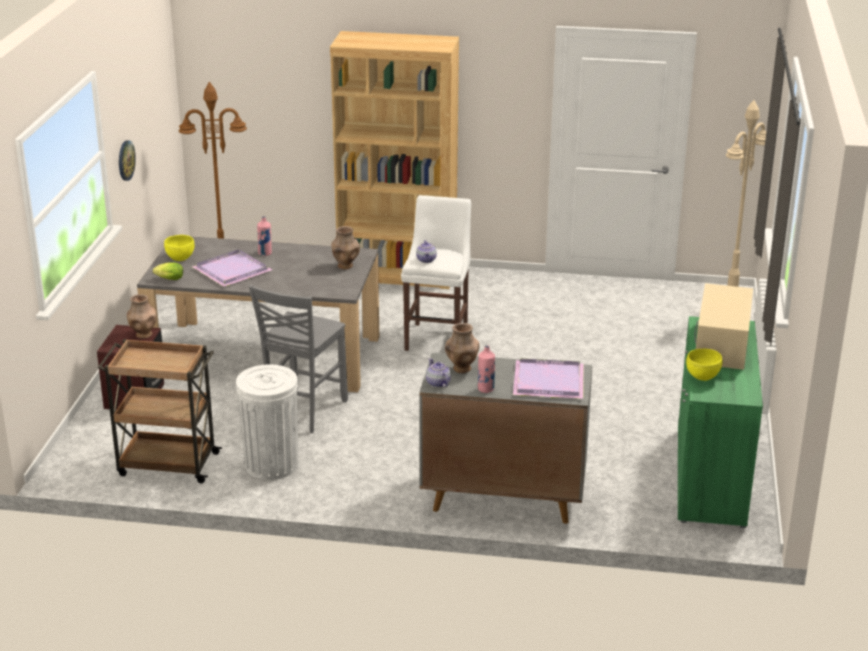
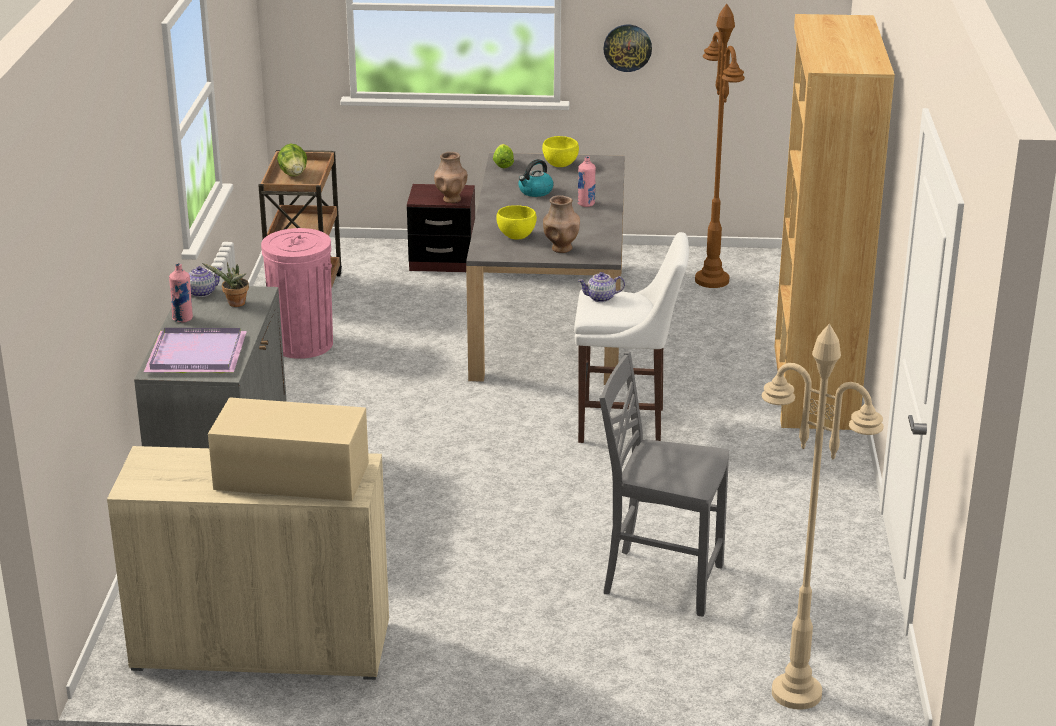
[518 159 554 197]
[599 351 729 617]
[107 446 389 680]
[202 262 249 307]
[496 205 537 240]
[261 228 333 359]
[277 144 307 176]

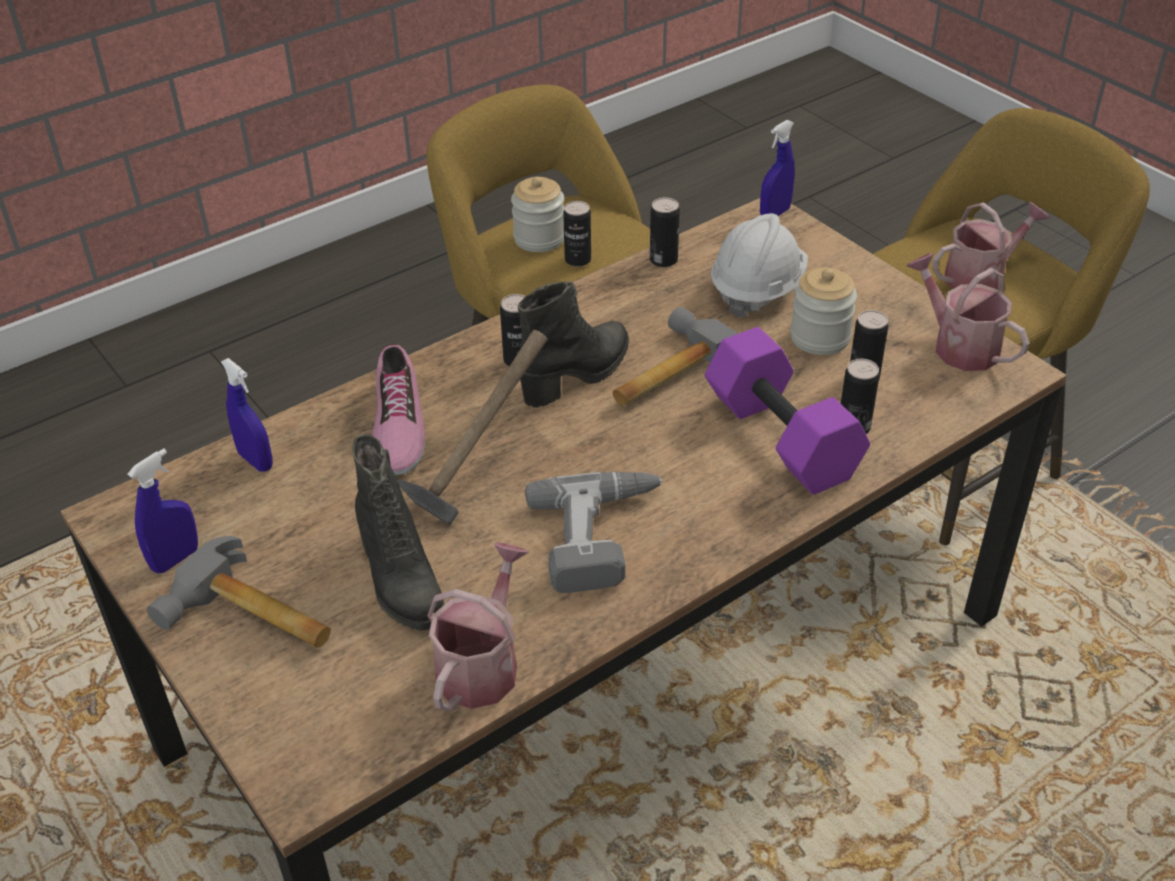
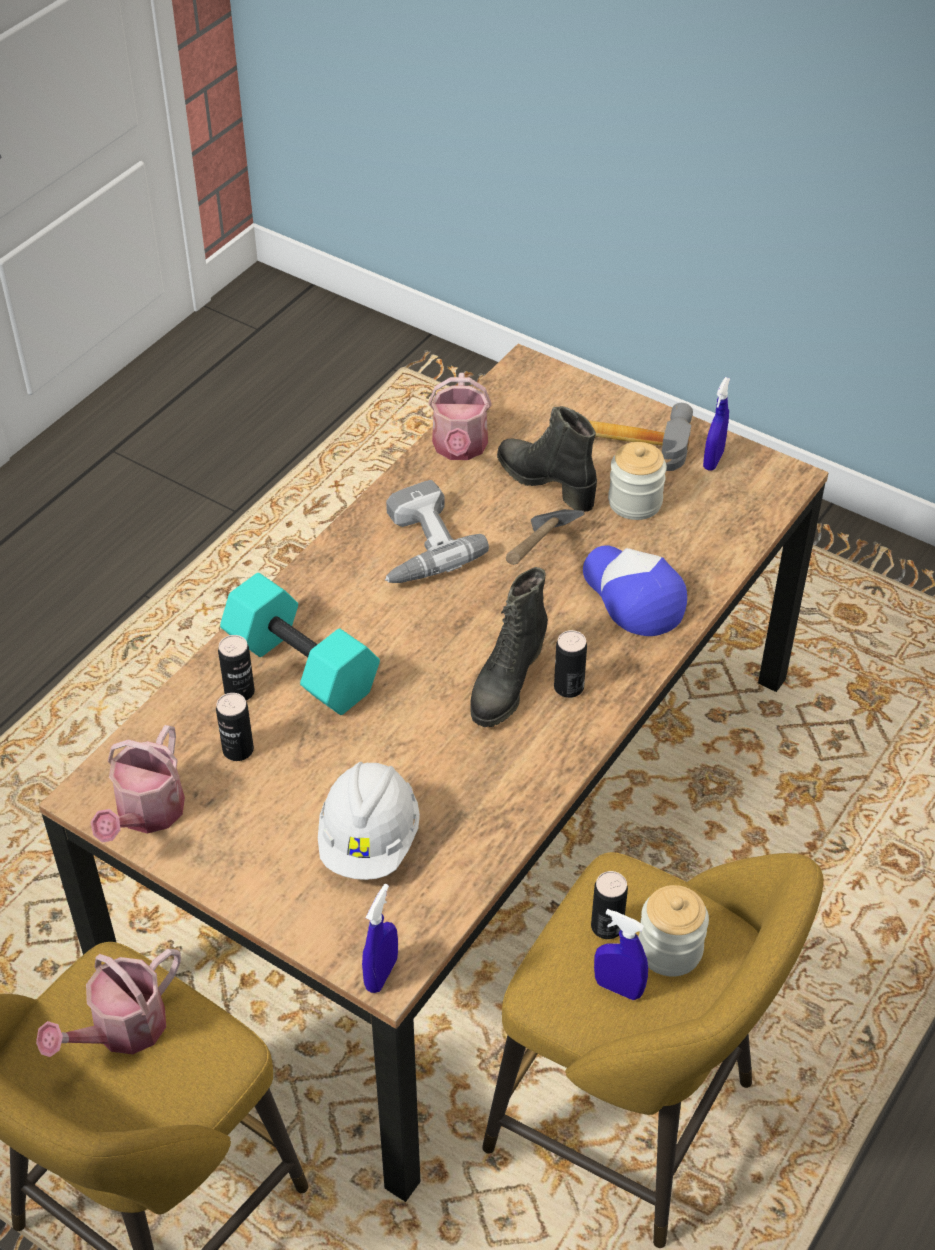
[650 197 680 267] (first image)
[91 725 185 842]
[608 442 667 520]
[613 307 738 406] (first image)
[220 573 380 715]
[583 545 687 636]
[594 909 648 1000]

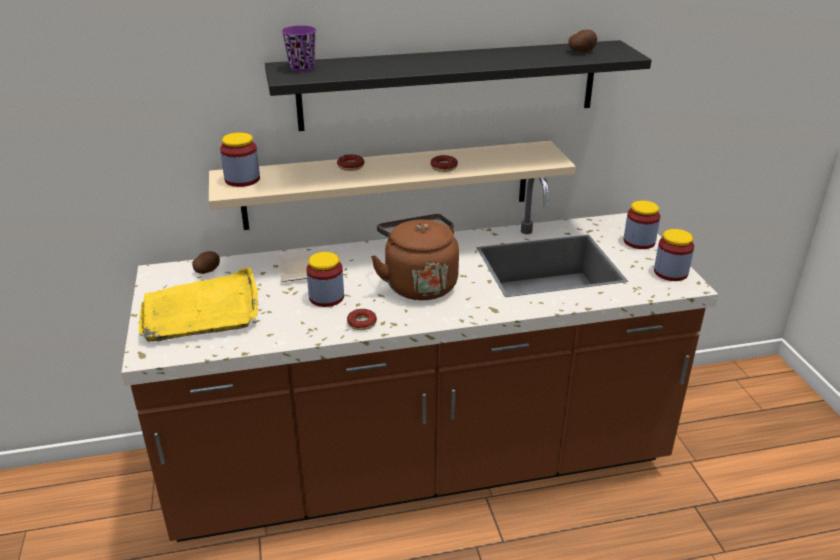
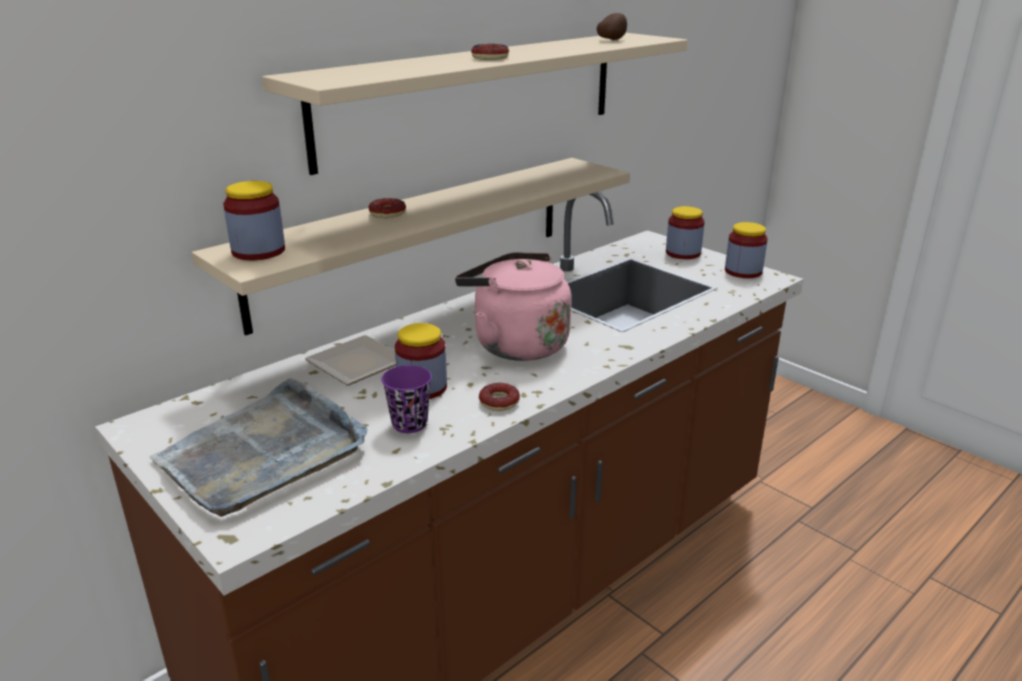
[381 365 432 433]
[262 33 688 175]
[471 44 509 60]
[455 252 571 361]
[192 251 220 274] (first image)
[150 378 368 517]

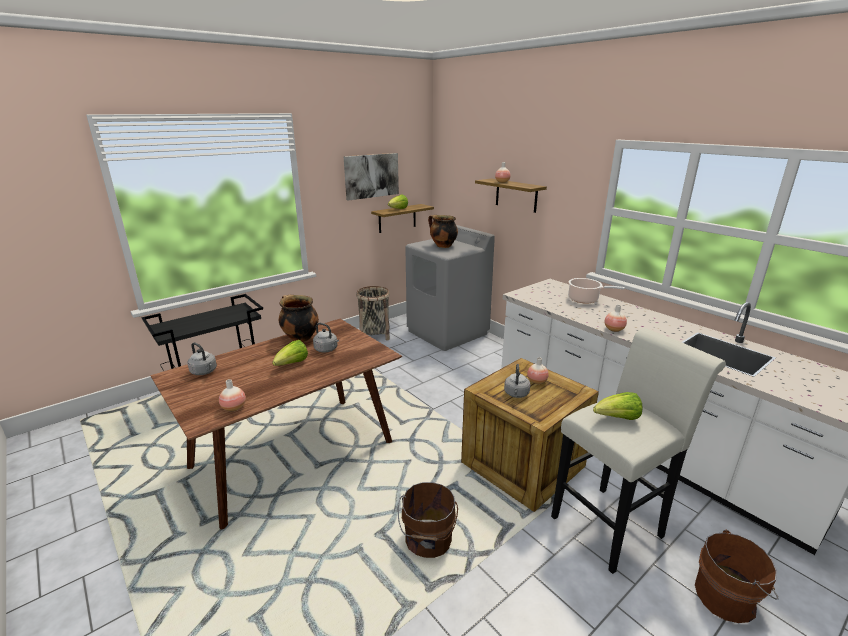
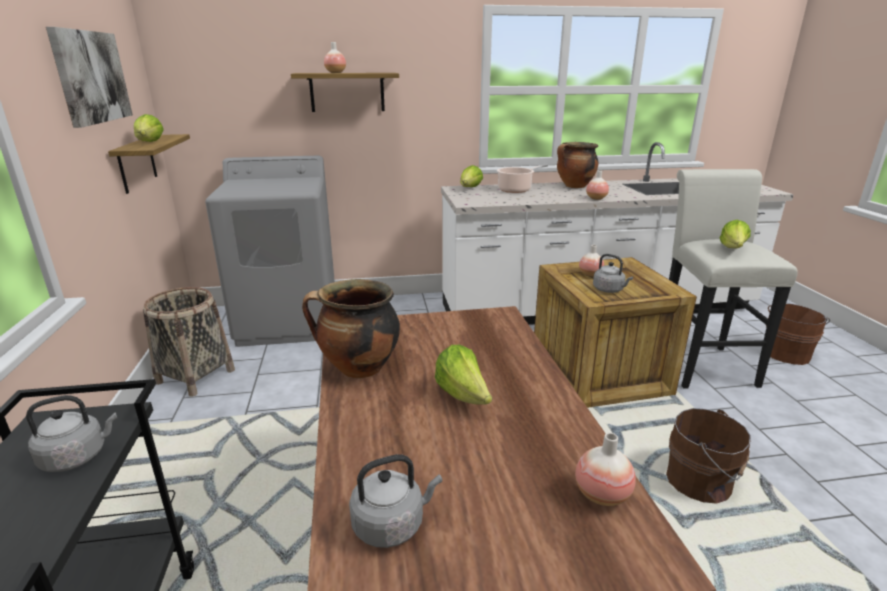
[557 142 598 188]
[26 395 117 472]
[460 165 483 187]

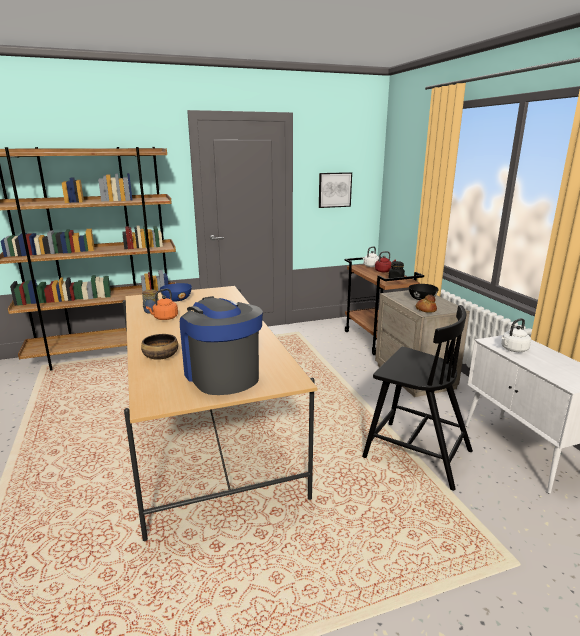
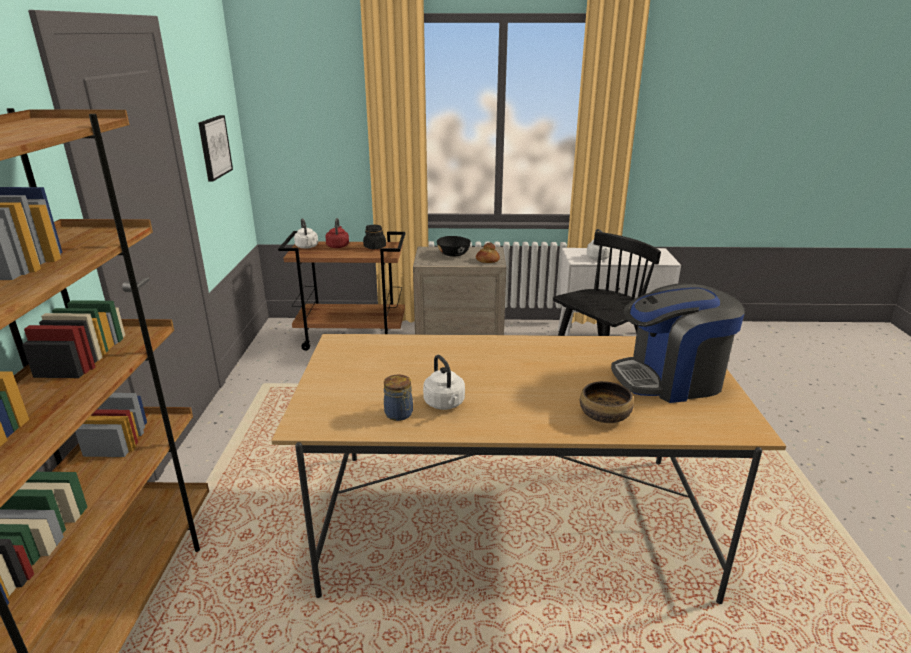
[160 283 192 301] (first image)
[423 355 465 410]

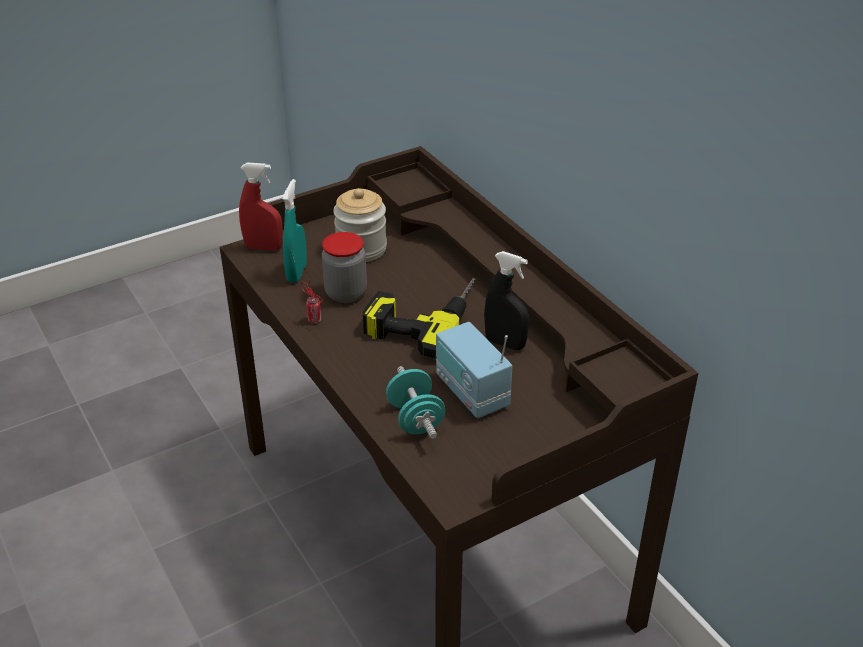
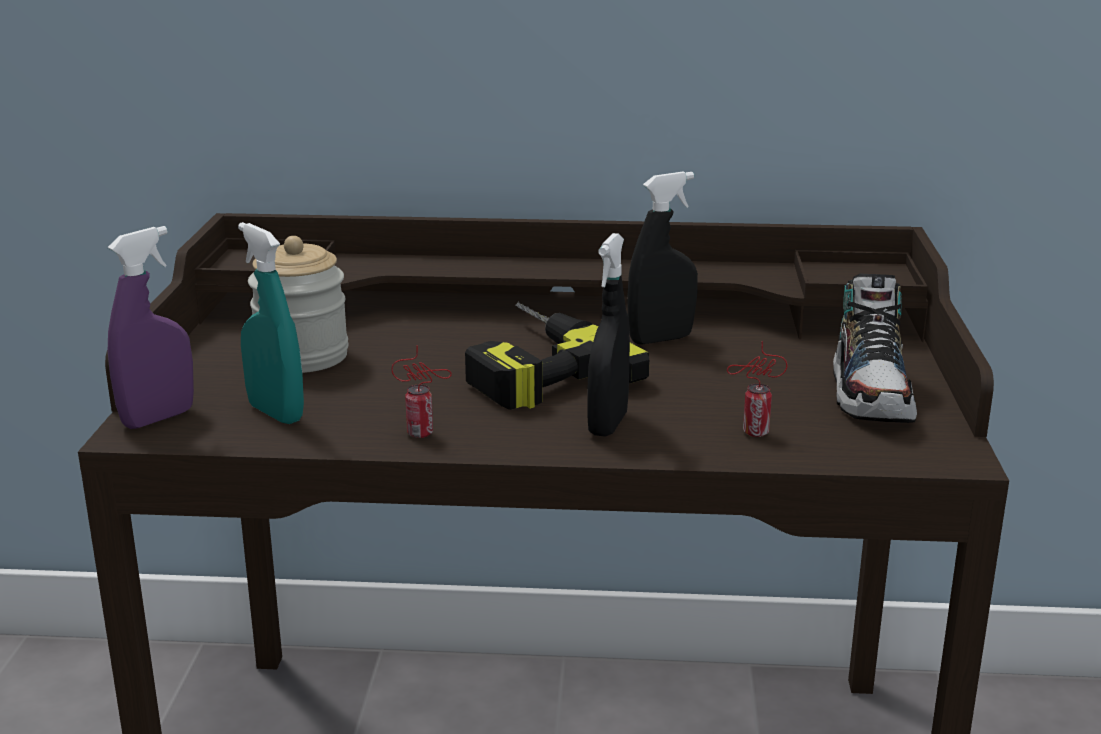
[108 226 194 429]
[322 232 367 303] (first image)
[436 322 512 418] (first image)
[727 341 787 437]
[587 233 630 437]
[833 274 917 423]

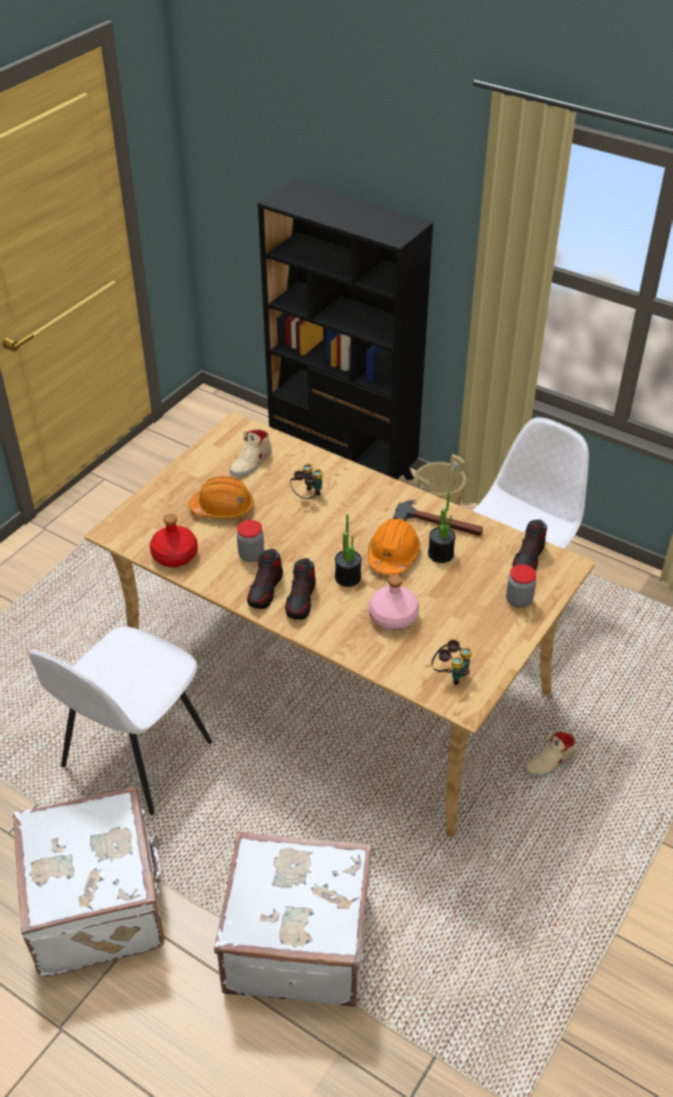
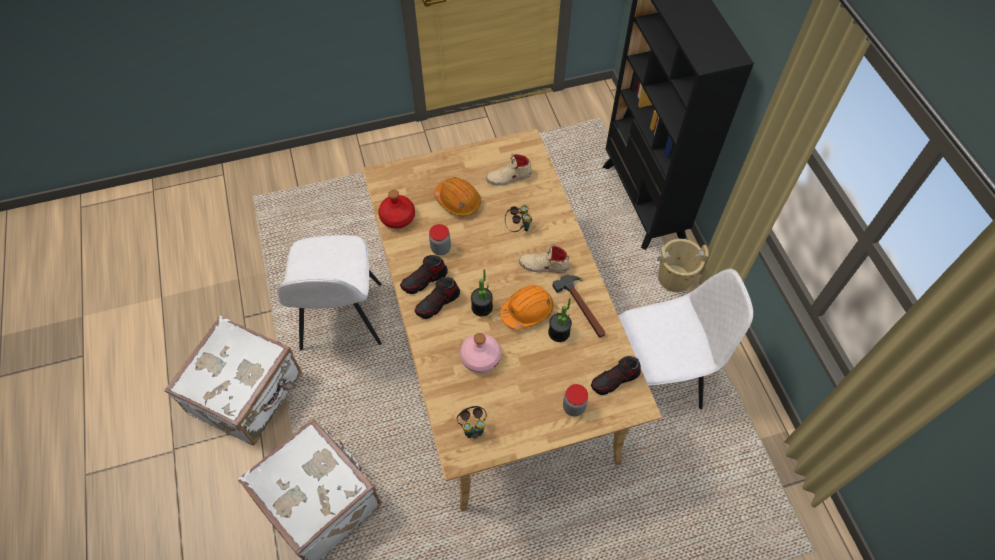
[277 235 382 350]
[519 243 569 273]

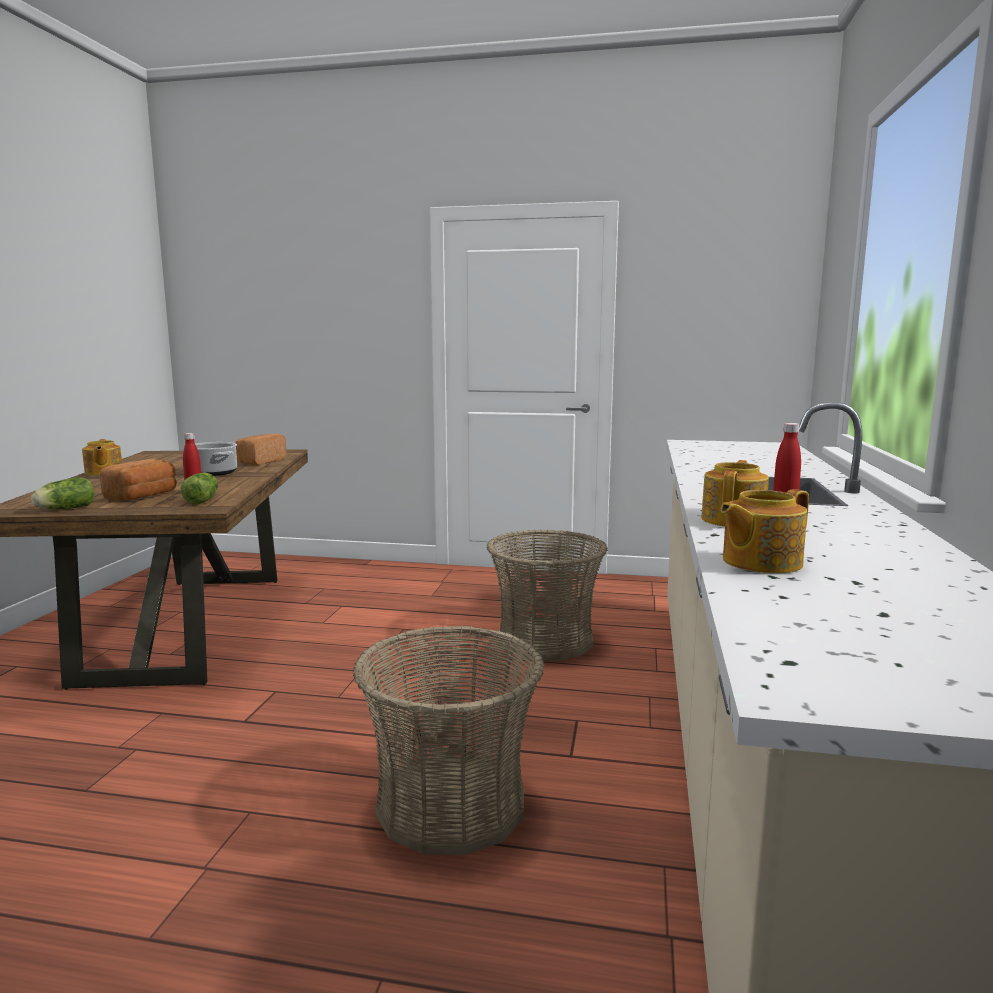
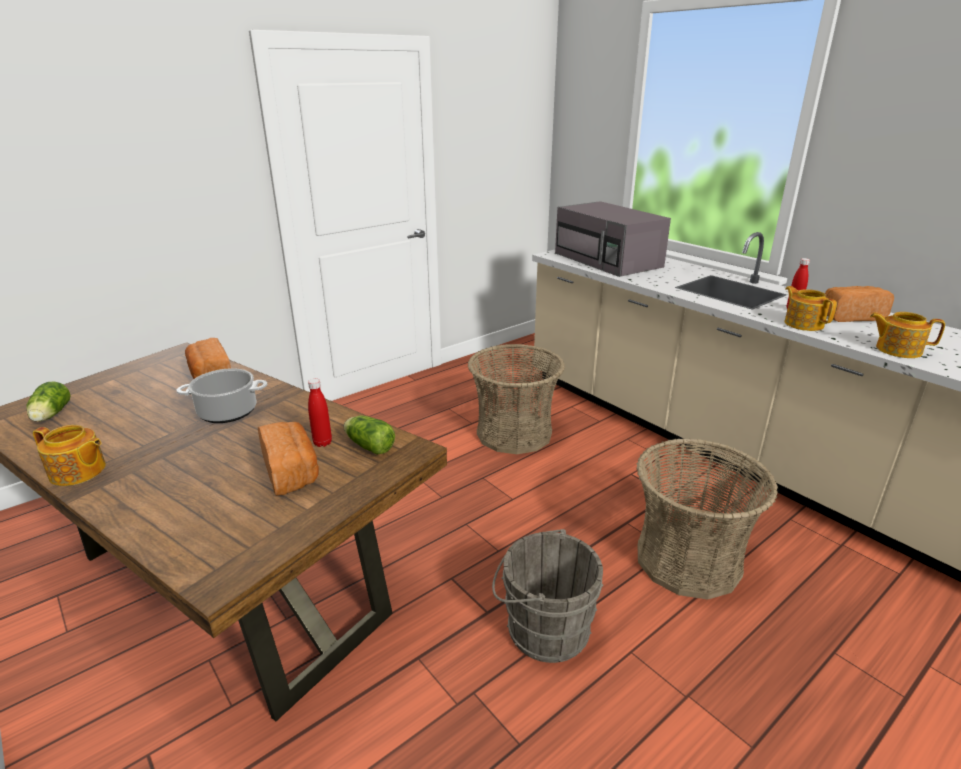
[26 382 71 422]
[870 312 945 358]
[555 201 671 277]
[825 286 894 322]
[492 529 603 663]

